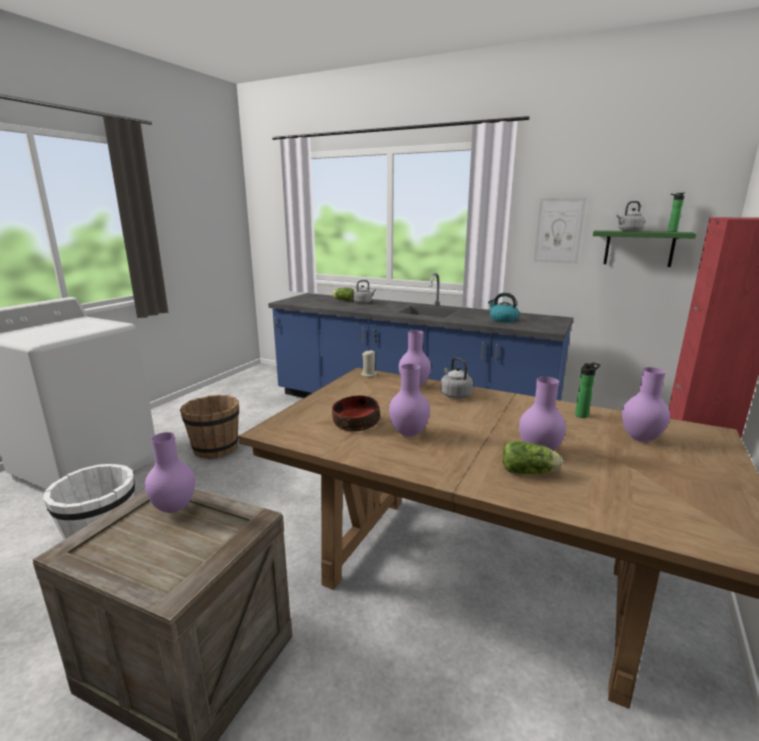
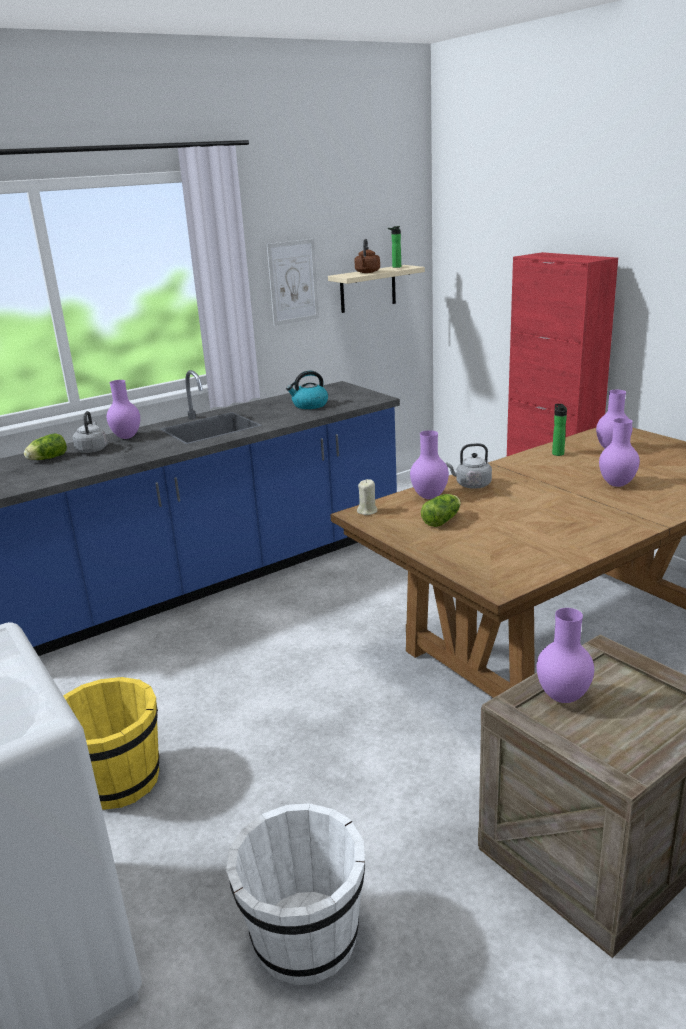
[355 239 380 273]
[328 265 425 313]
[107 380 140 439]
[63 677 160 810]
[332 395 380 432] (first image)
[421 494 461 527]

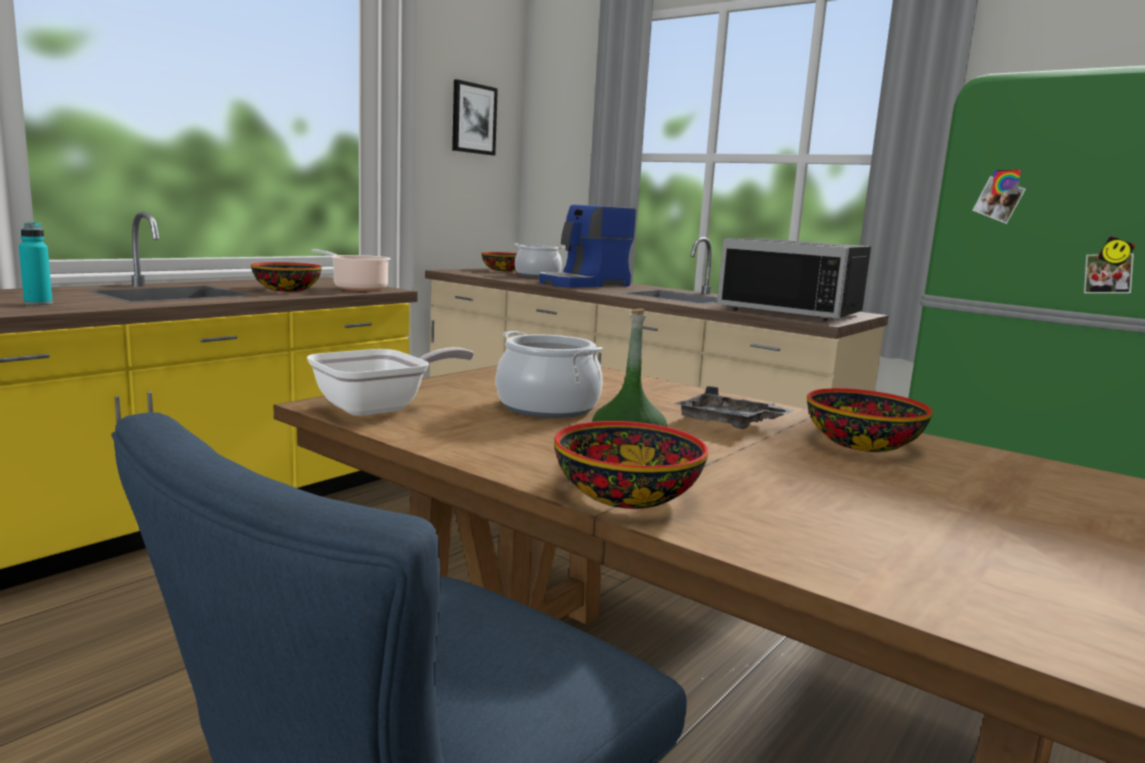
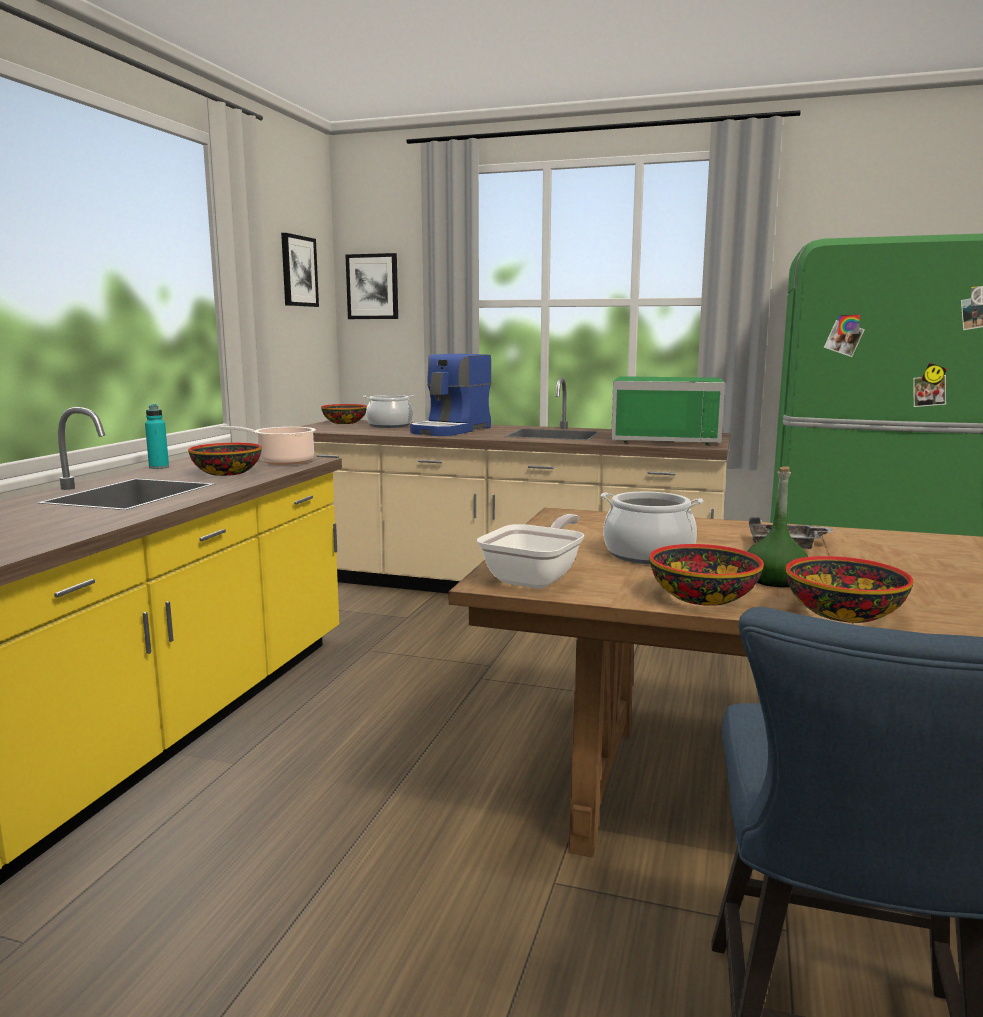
[145 404 169 469]
[611 376 725 445]
[650 544 764 606]
[345 253 398 319]

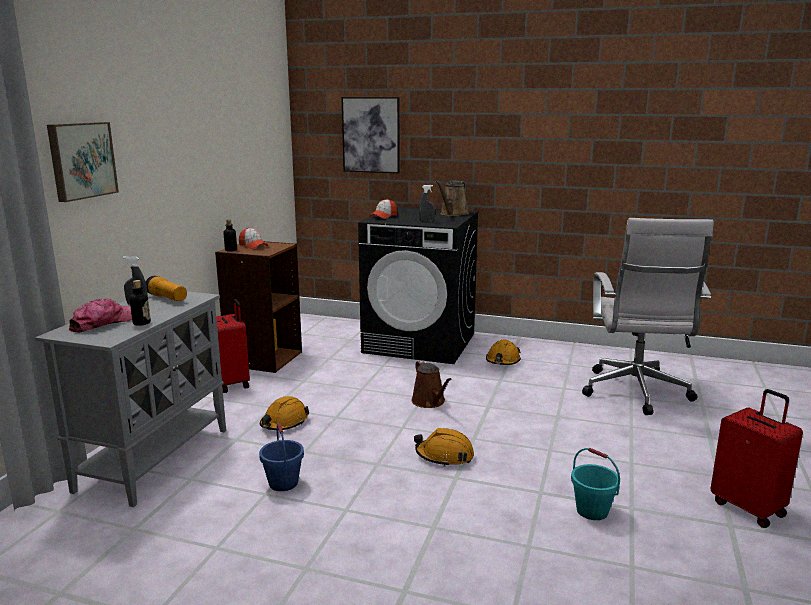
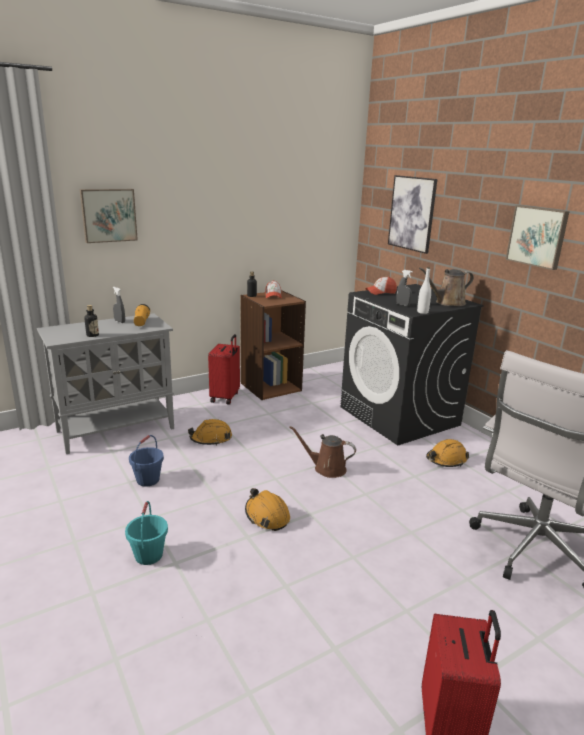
[69 298 132 332] (first image)
[289 426 356 478]
[125 501 168 565]
[505 205 570 270]
[417 267 431 314]

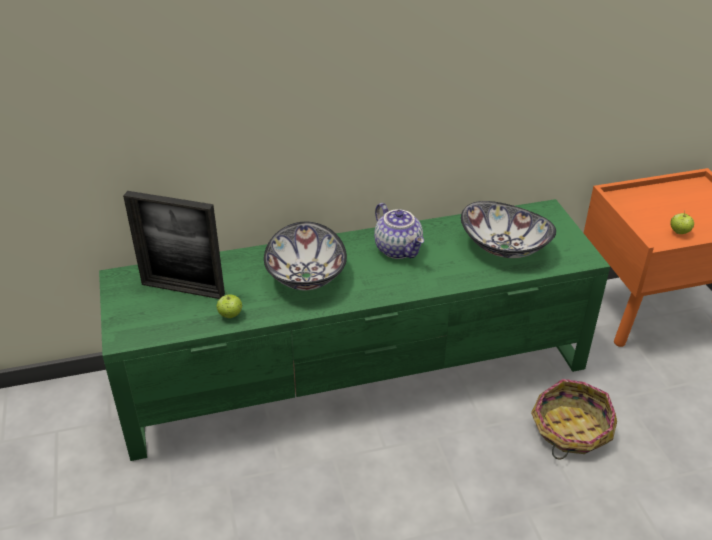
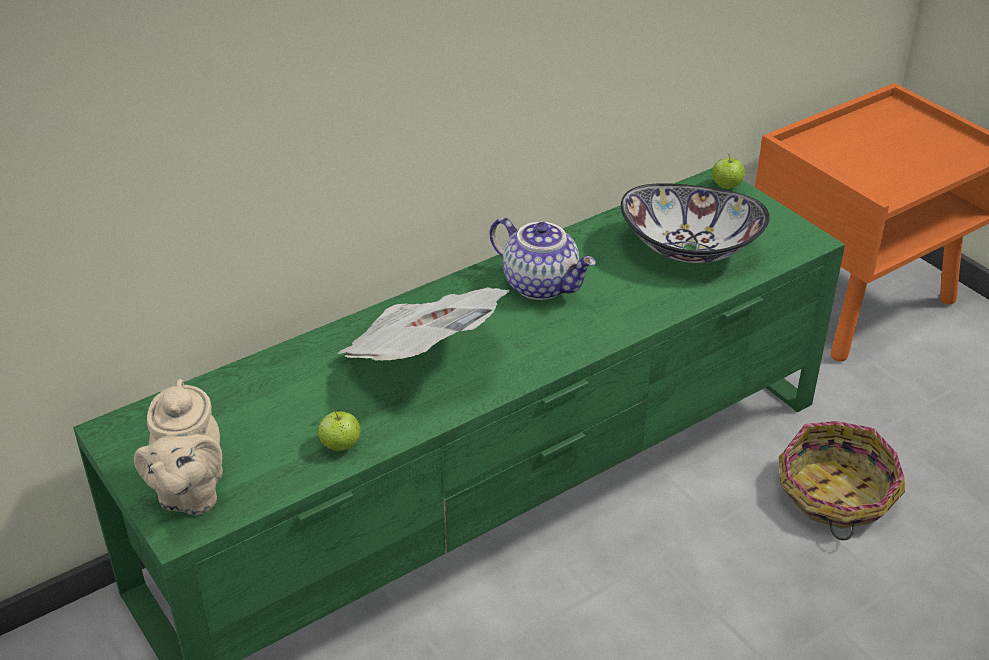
[123 191 225 299] (first image)
[712 153 745 189]
[338 287 510 361]
[134 379 223 515]

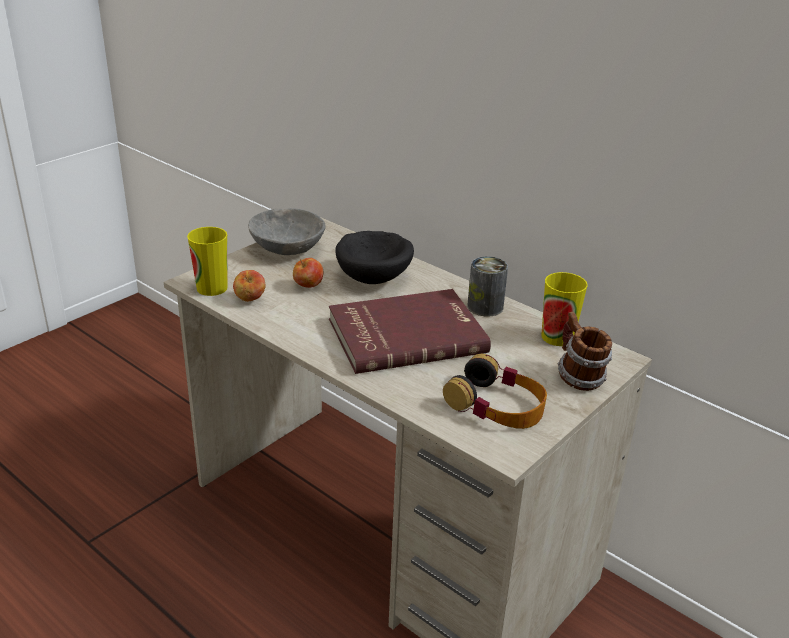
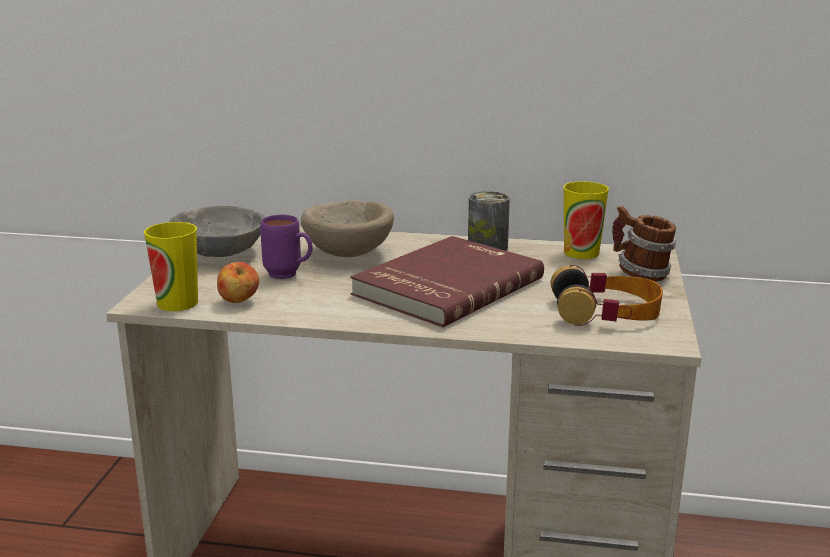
[301 200 394 257]
[260 215 313 279]

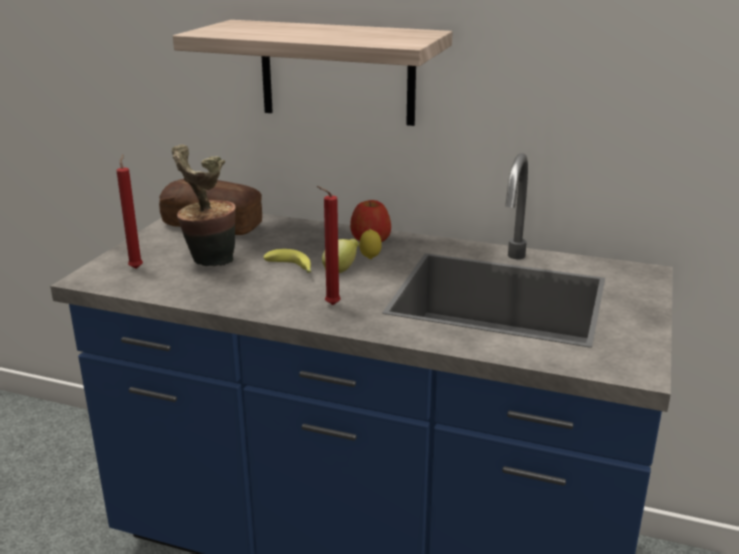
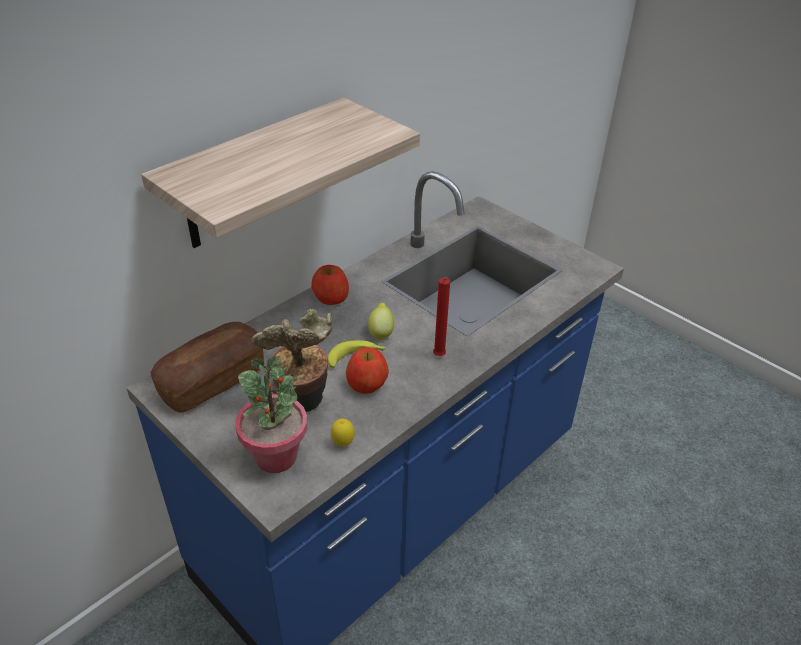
[235 356 308 473]
[331 419 355 446]
[346 348 389 394]

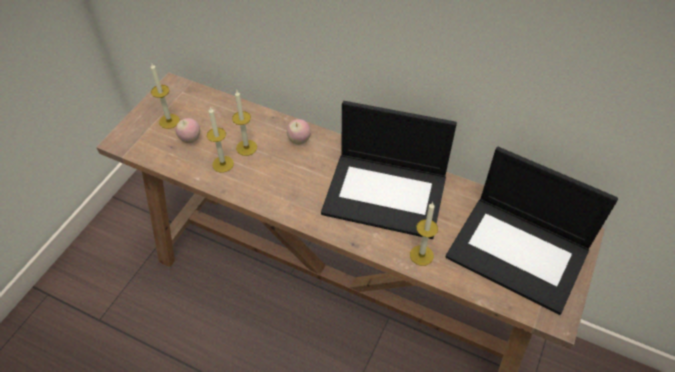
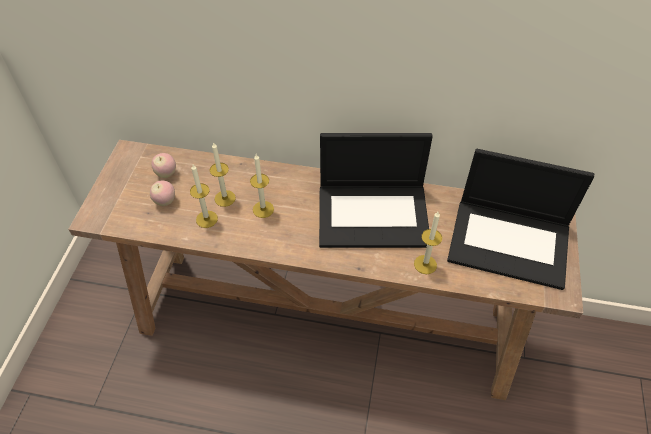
[250 154 274 218]
[151 153 176 178]

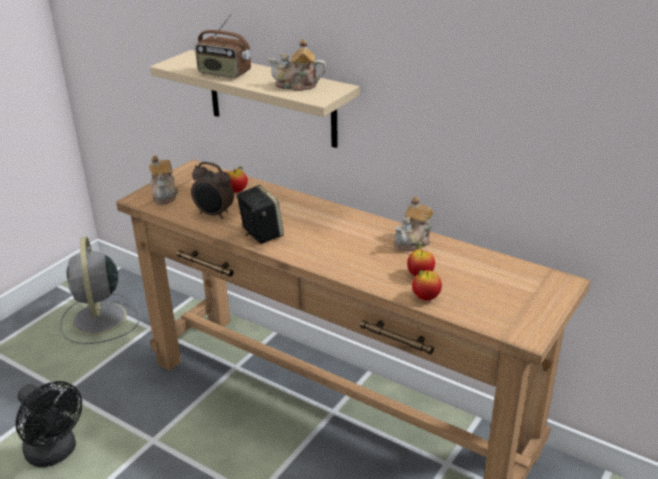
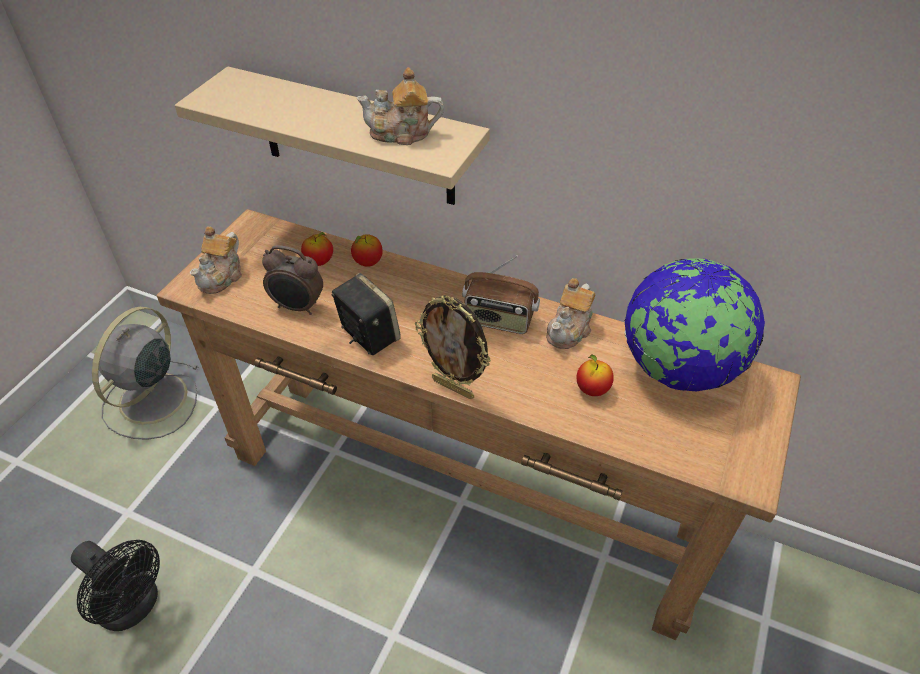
[462 255 540 334]
[190 226 242 294]
[92 307 198 440]
[351 235 383 267]
[625 259 765 391]
[415 295 491 399]

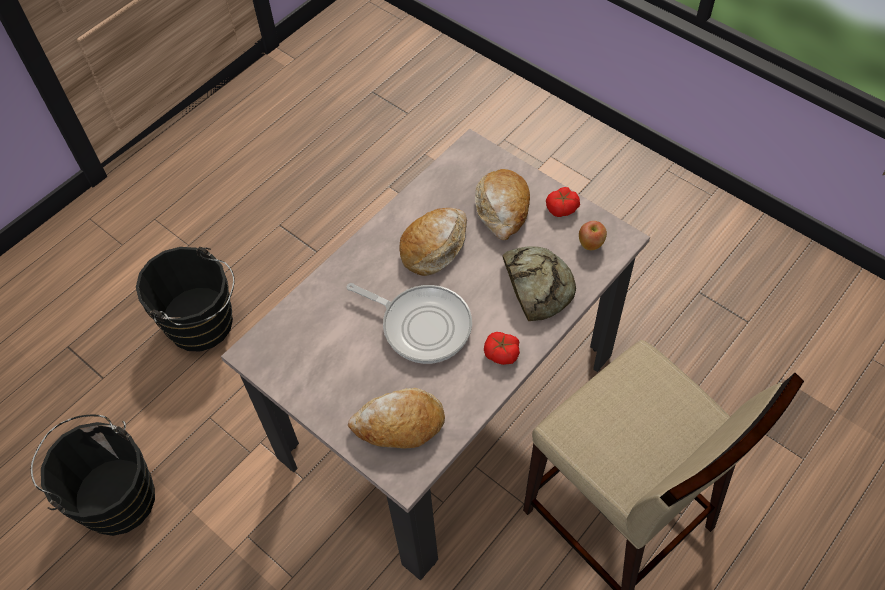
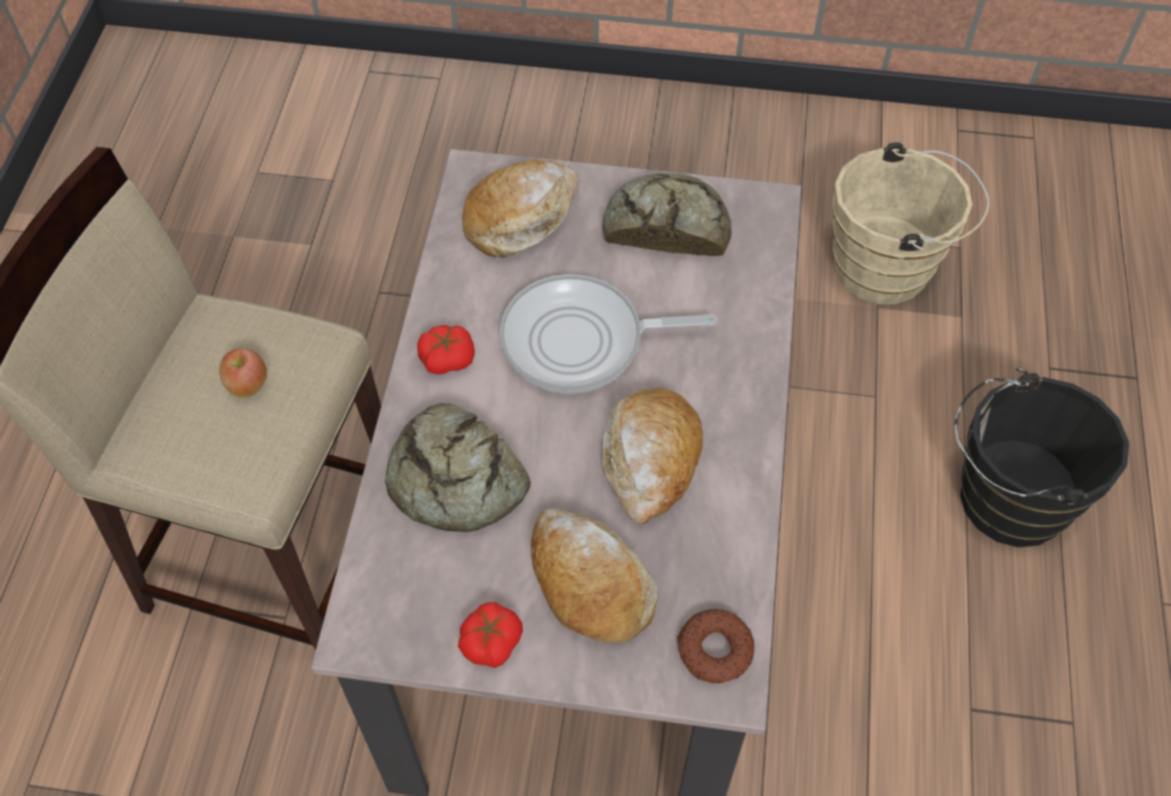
[219 348 267 397]
[833 142 989 304]
[602 173 731 256]
[677 609 754 683]

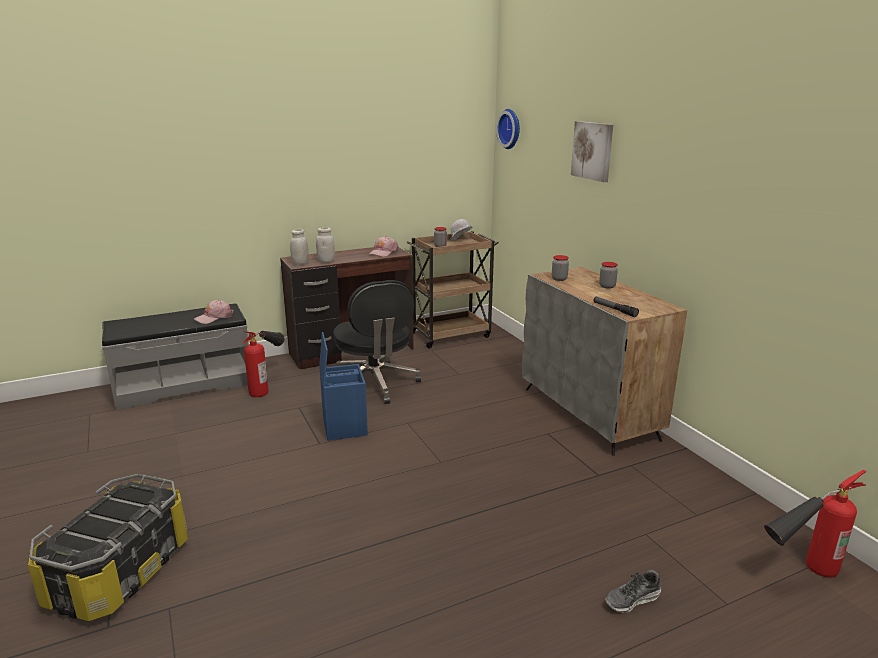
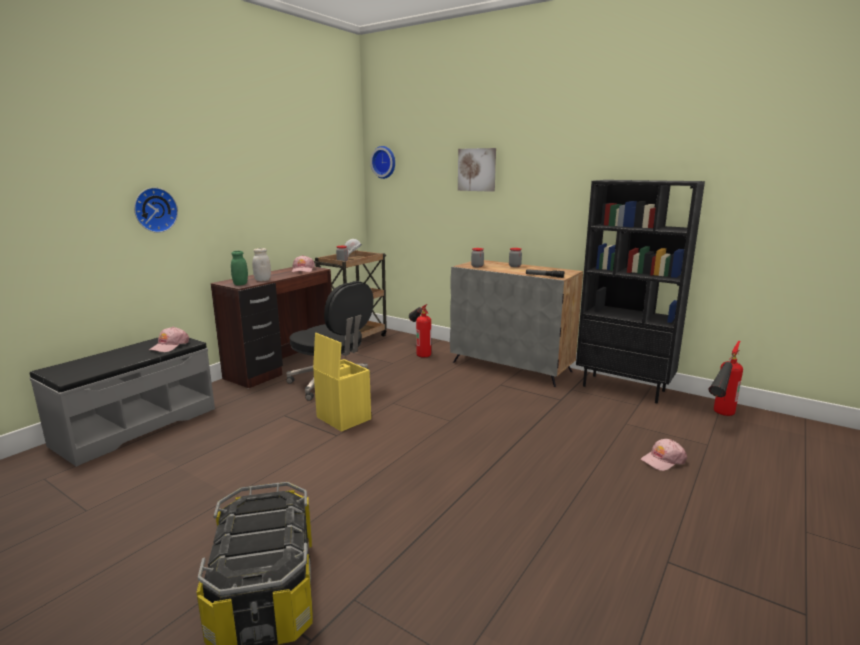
[231 251 248 286]
[409 304 431 358]
[313 333 371 432]
[641 439 687 471]
[576 180 705 403]
[134 187 178 233]

